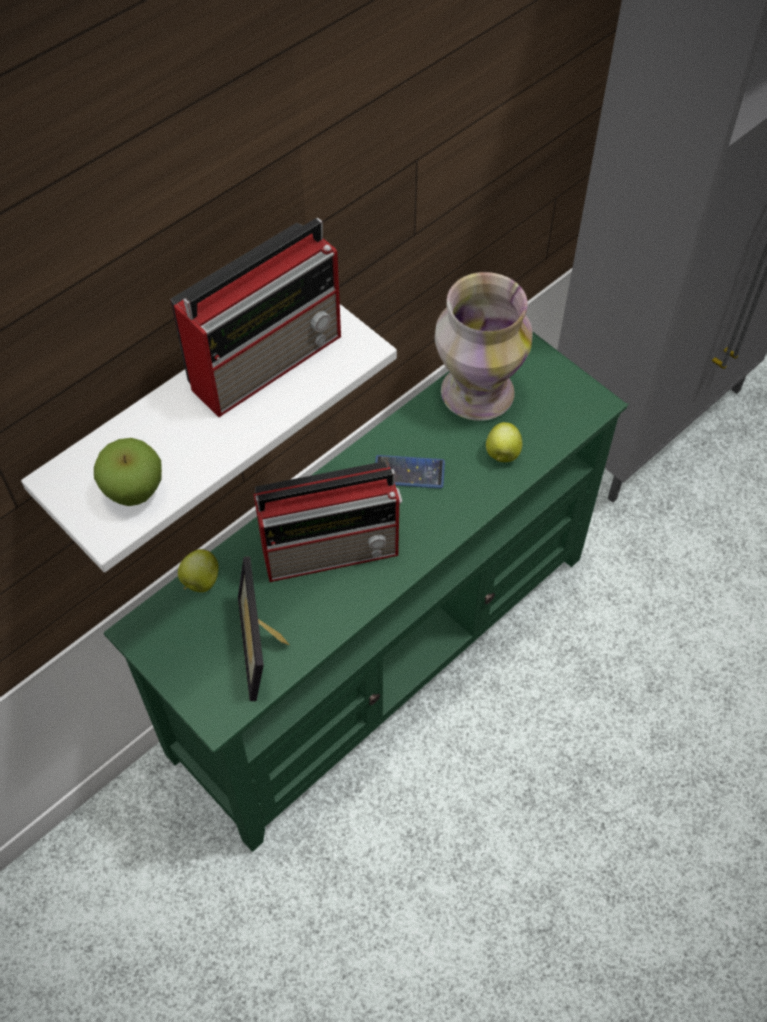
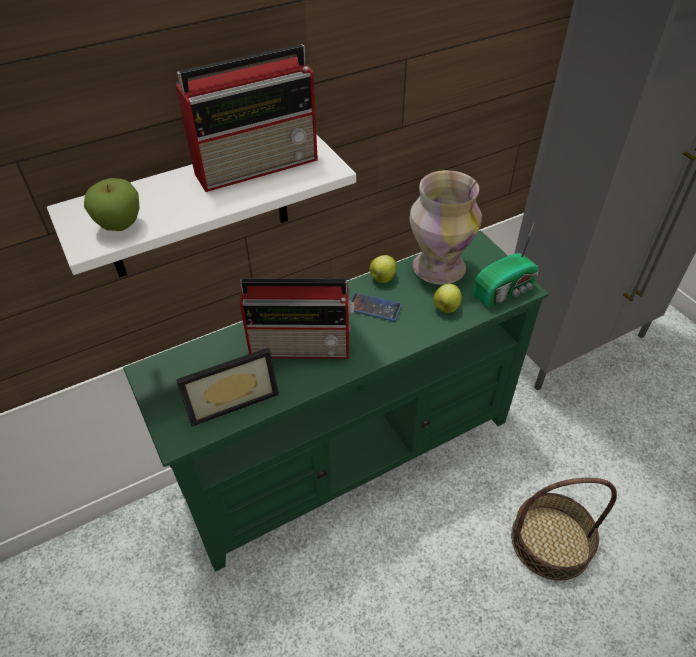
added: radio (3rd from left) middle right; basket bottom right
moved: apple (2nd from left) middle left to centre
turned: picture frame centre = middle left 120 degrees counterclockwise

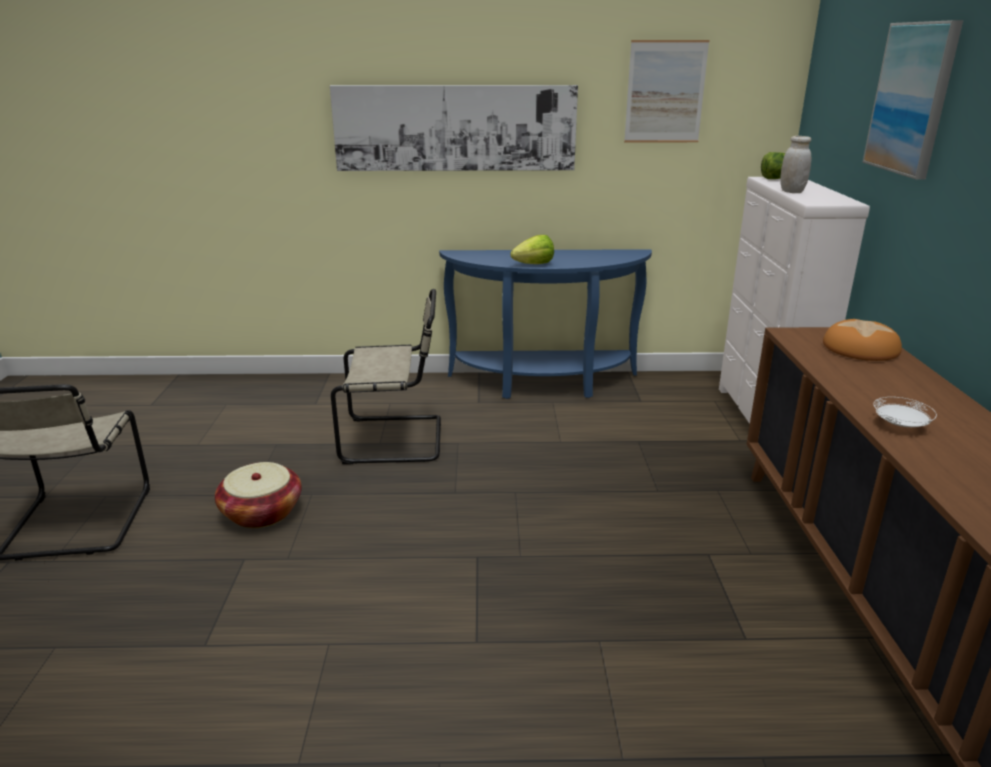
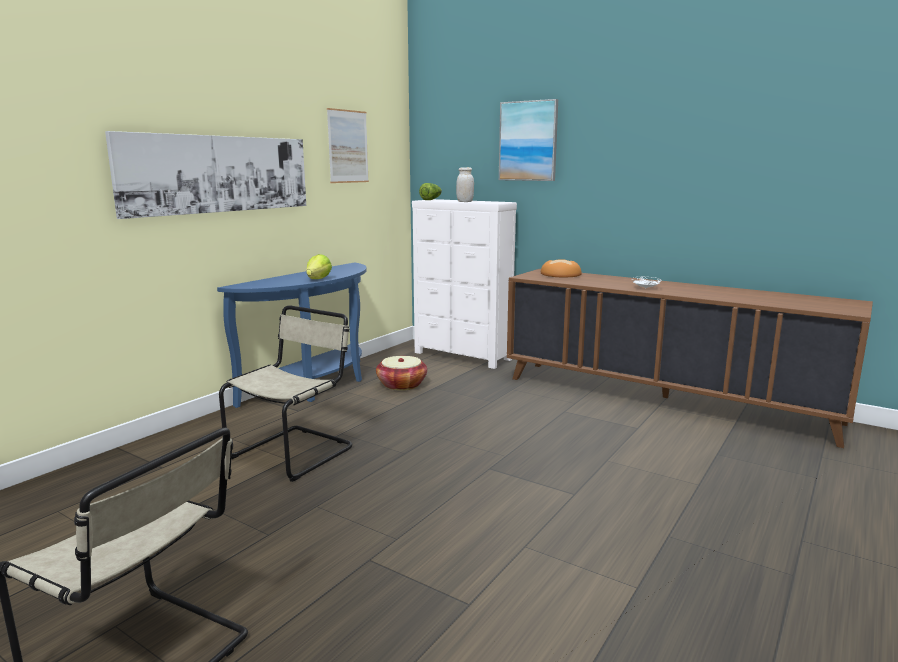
moved: basket middle left to centre

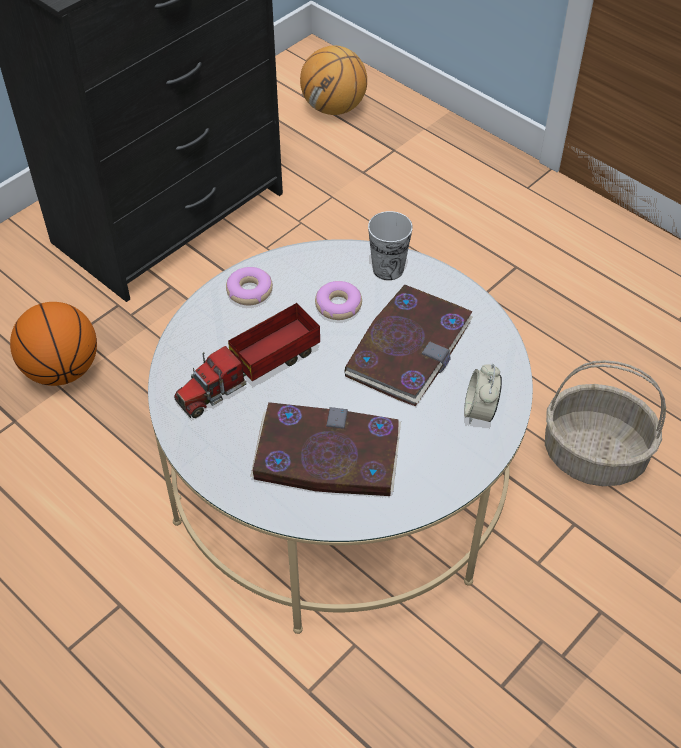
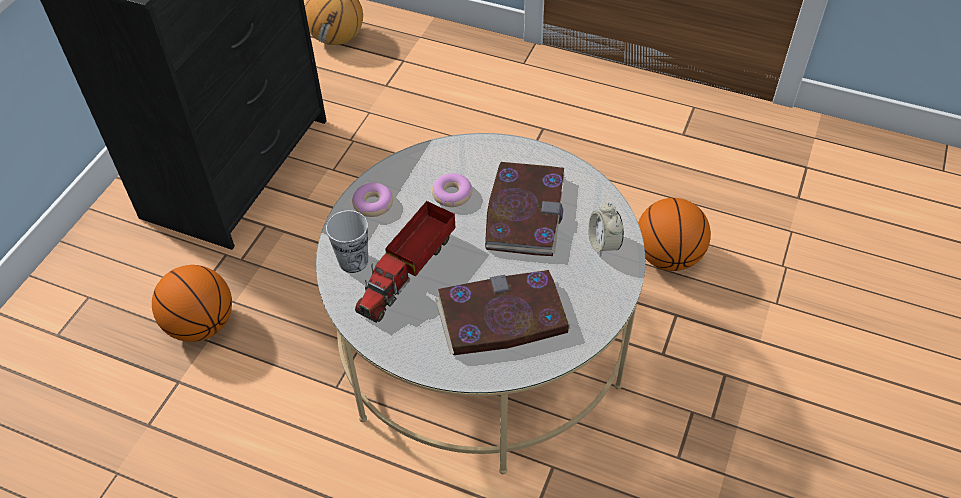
moved: cup top centre to centre
replaced: basket middle right to basketball (3rd from left) middle right

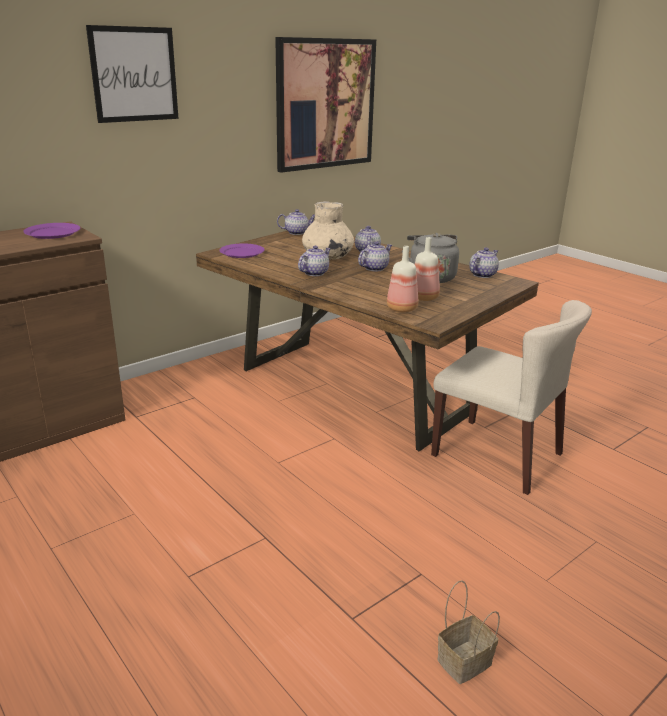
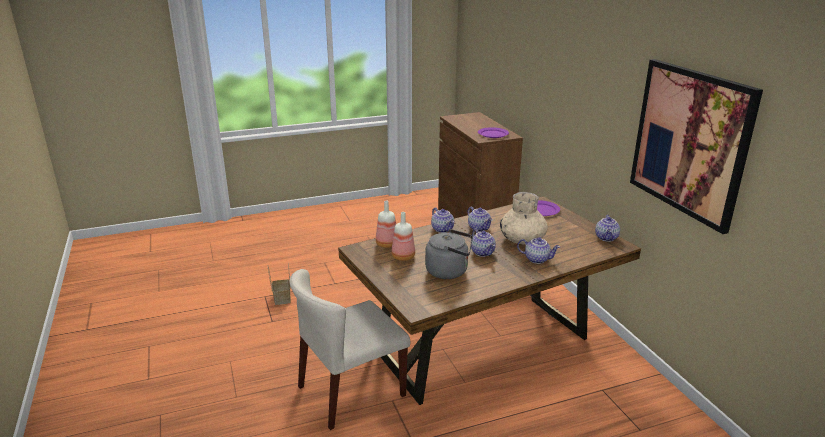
removed: picture (1st from left) top left
moved: teapot (5th from left in the first image) middle right to teapot (1st from left) centre; basket bottom right to centre

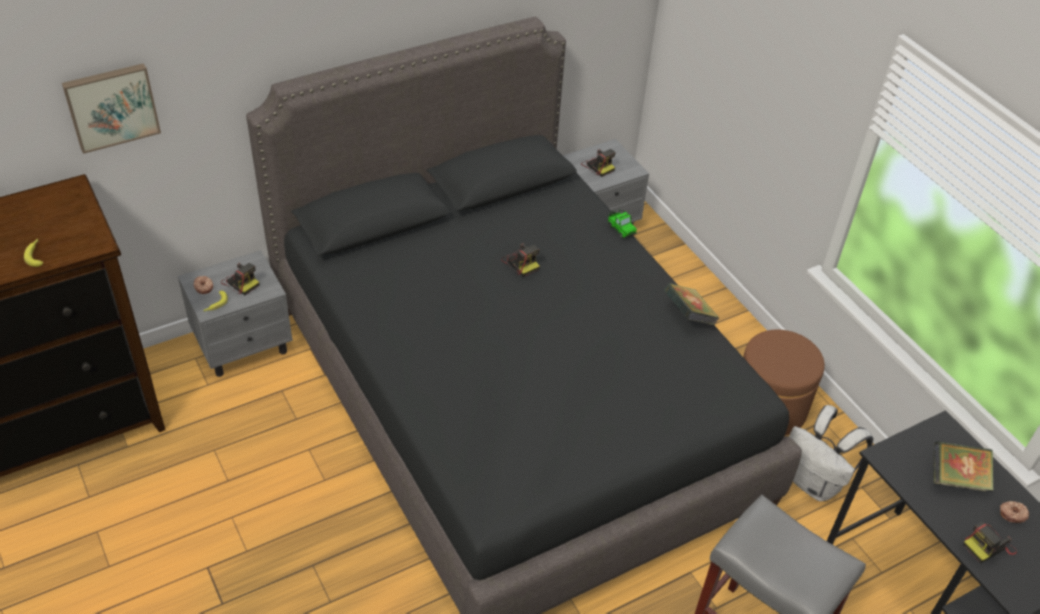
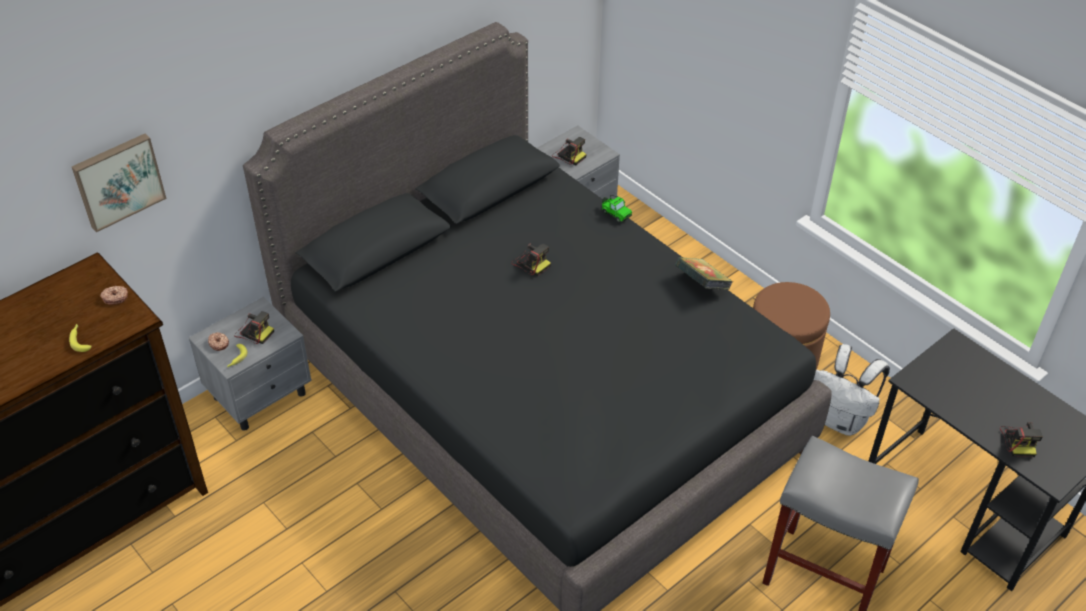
removed: book (2nd from left) bottom right
moved: donut (2nd from left in the first image) bottom right to donut (1st from left) middle left
turned: photo camera (4th from left) bottom right = bottom right 45 degrees counterclockwise

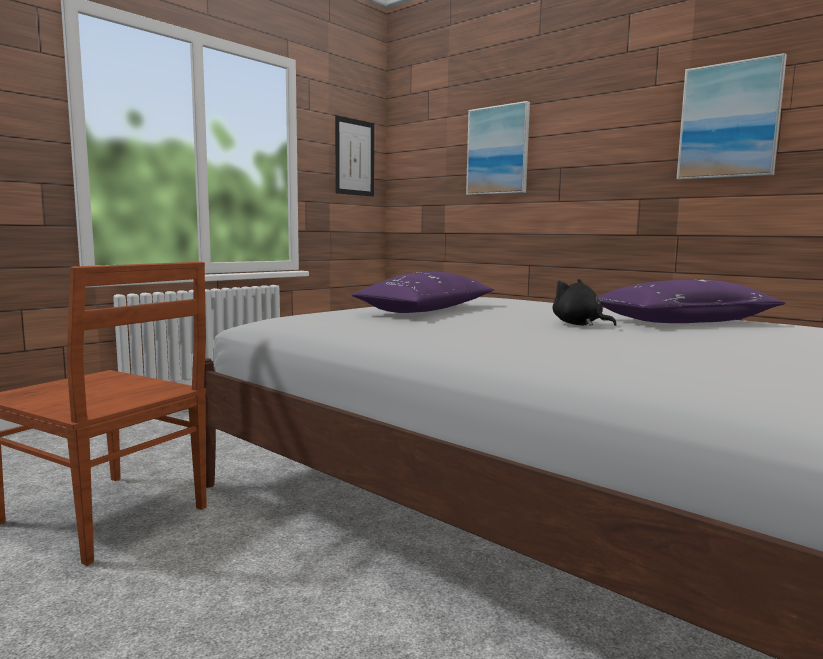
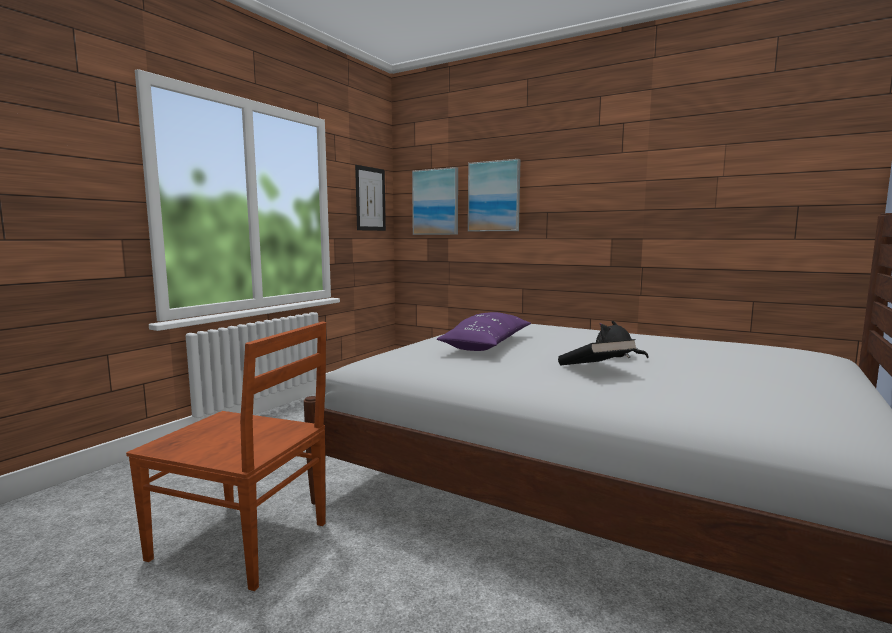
removed: purple pillow (2nd from left) middle right
added: black book middle right
moved: picture (3rd from left in the first image) top right to picture (2nd from left) top centre

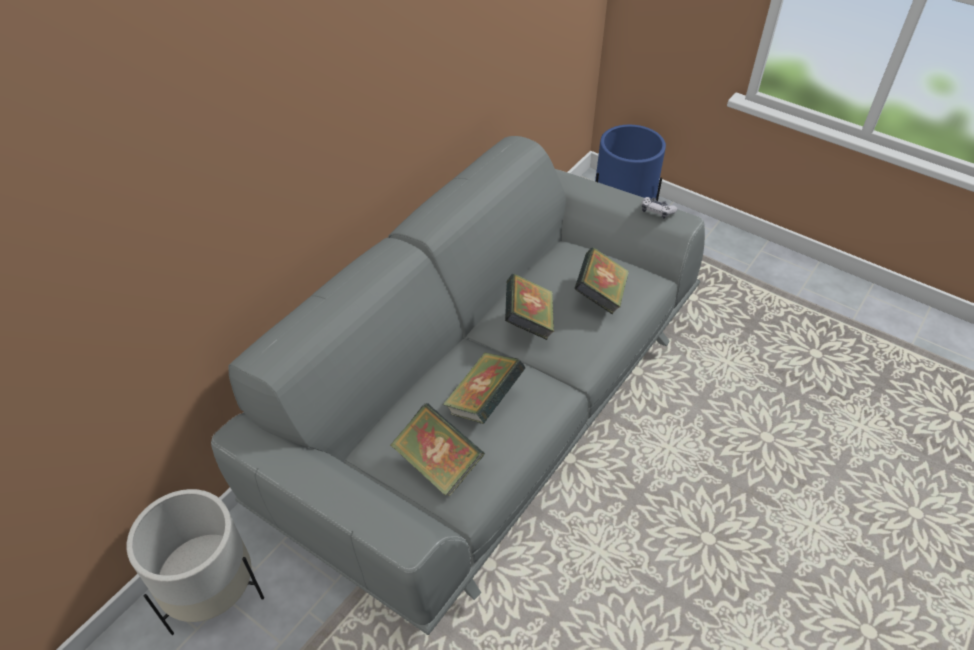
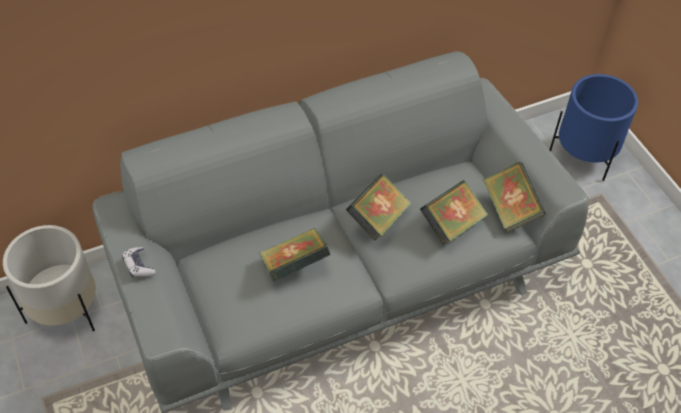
moved: game controller top right to middle left; book (1st from left in the first image) bottom centre to book (4th from left) middle right

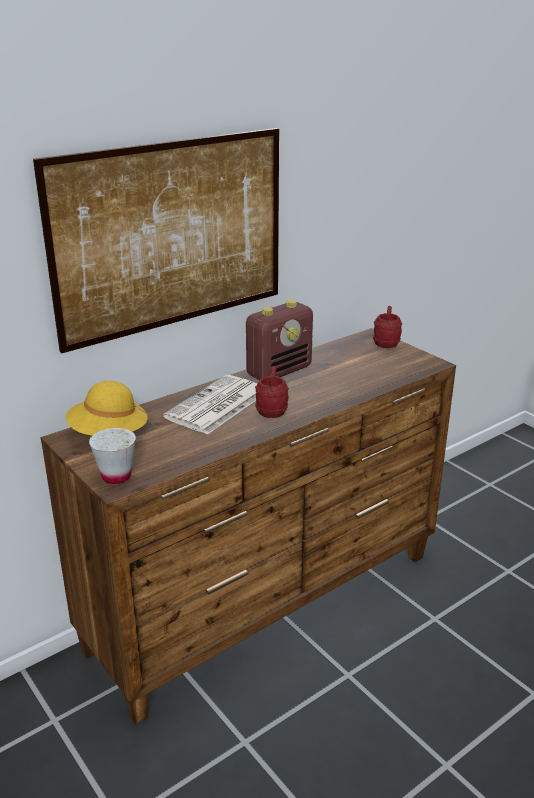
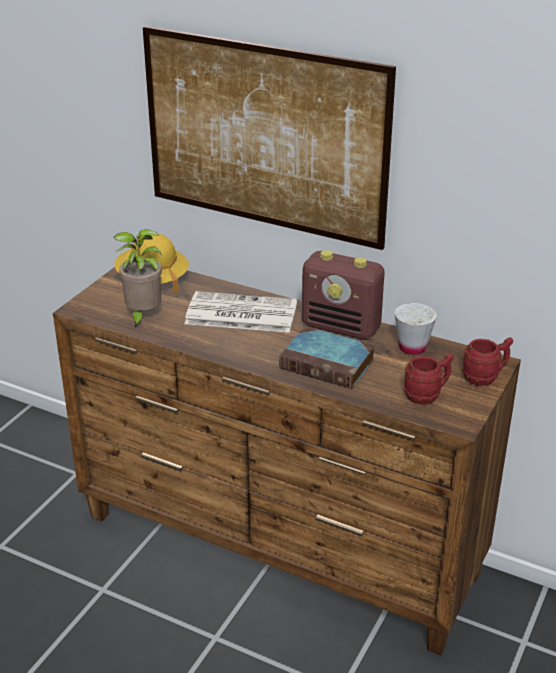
added: potted plant middle left; book centre
moved: red mug (1st from left) centre to middle right; white cup middle left to middle right

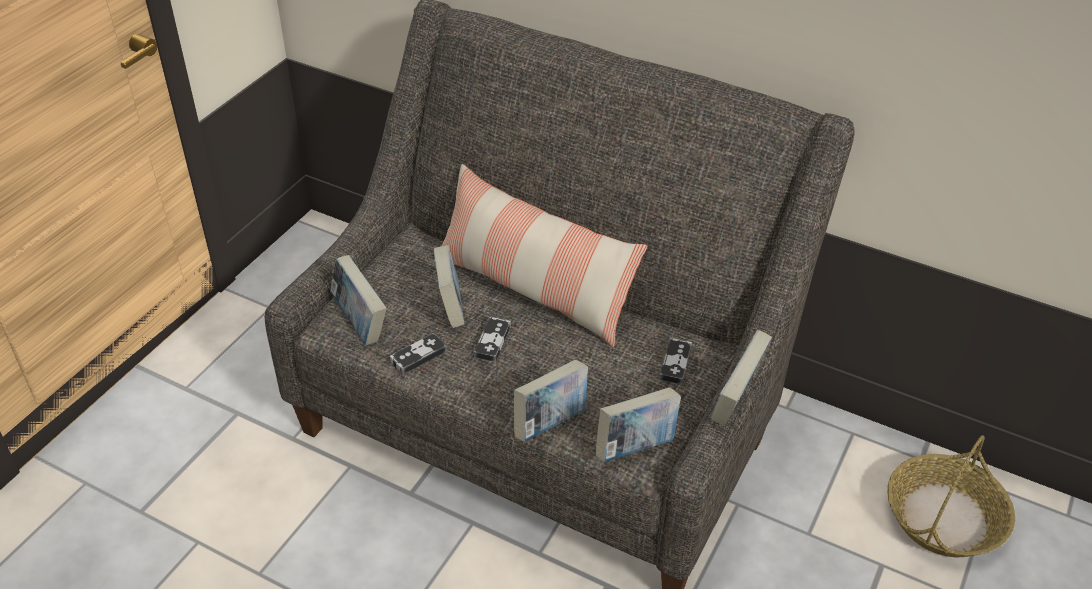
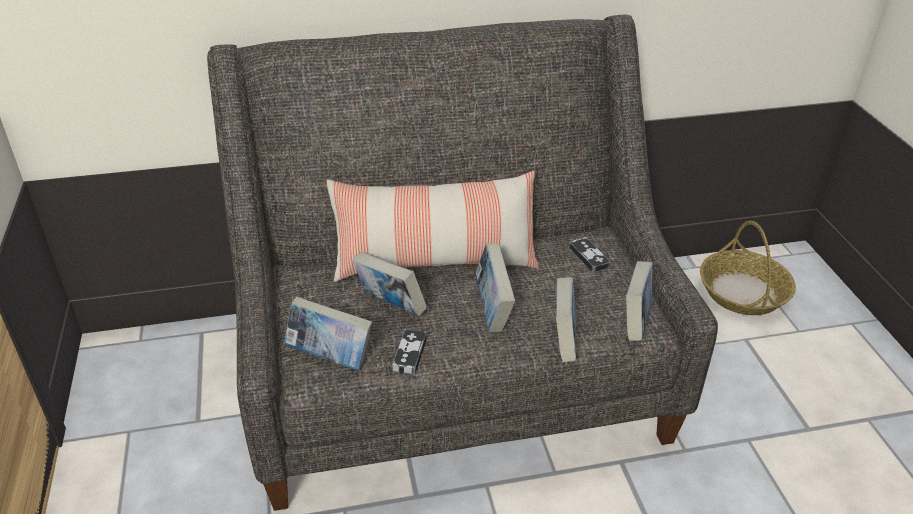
removed: game controller (2nd from left) centre
moved: book (5th from left in the first image) middle right to book (3rd from left) centre

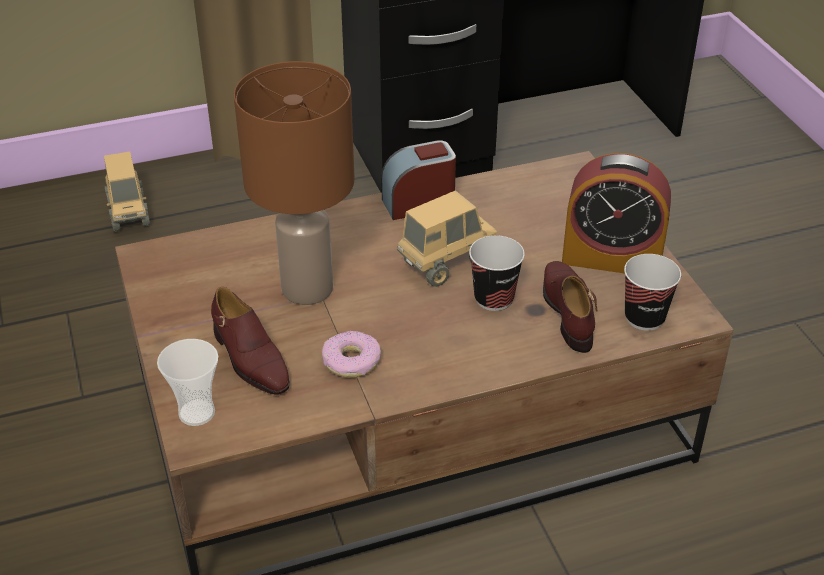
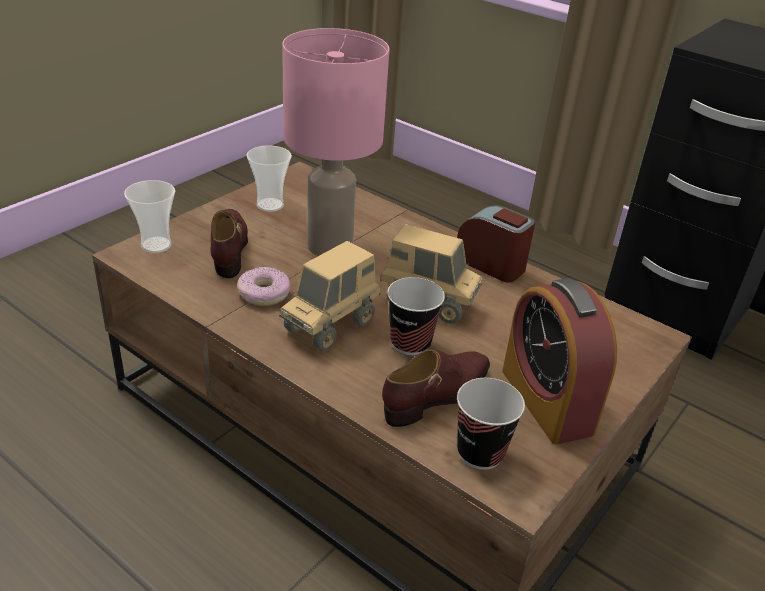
added: cup (2nd from left) top centre
moved: toy truck (1st from left) top left to centre
recoloured: brown table lamp top centre to pink table lamp top centre
turned: brown shoe (1st from left) middle left = middle left 150 degrees clockwise

